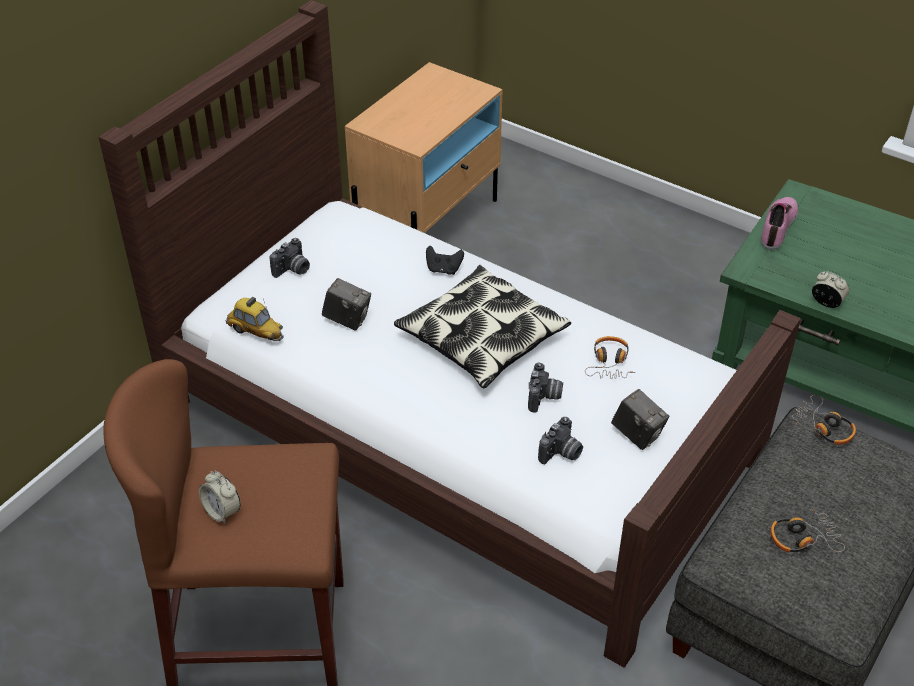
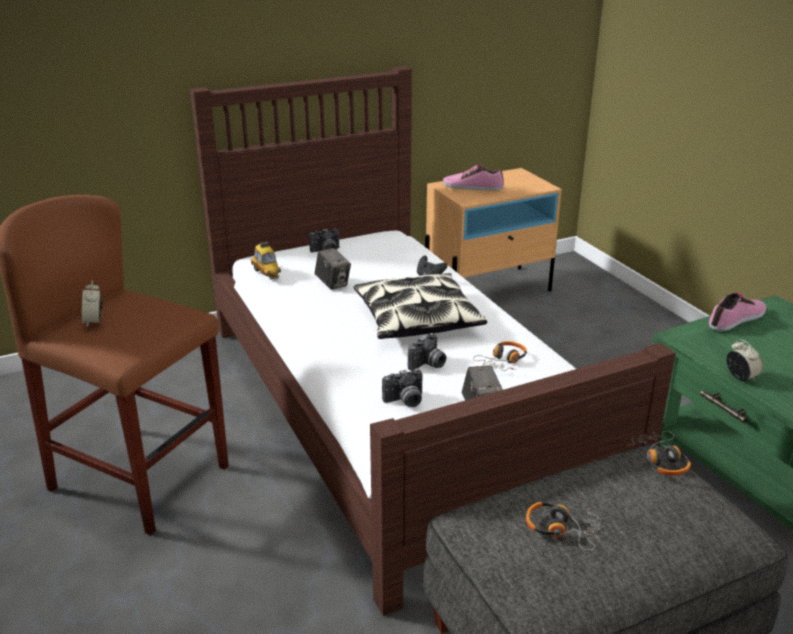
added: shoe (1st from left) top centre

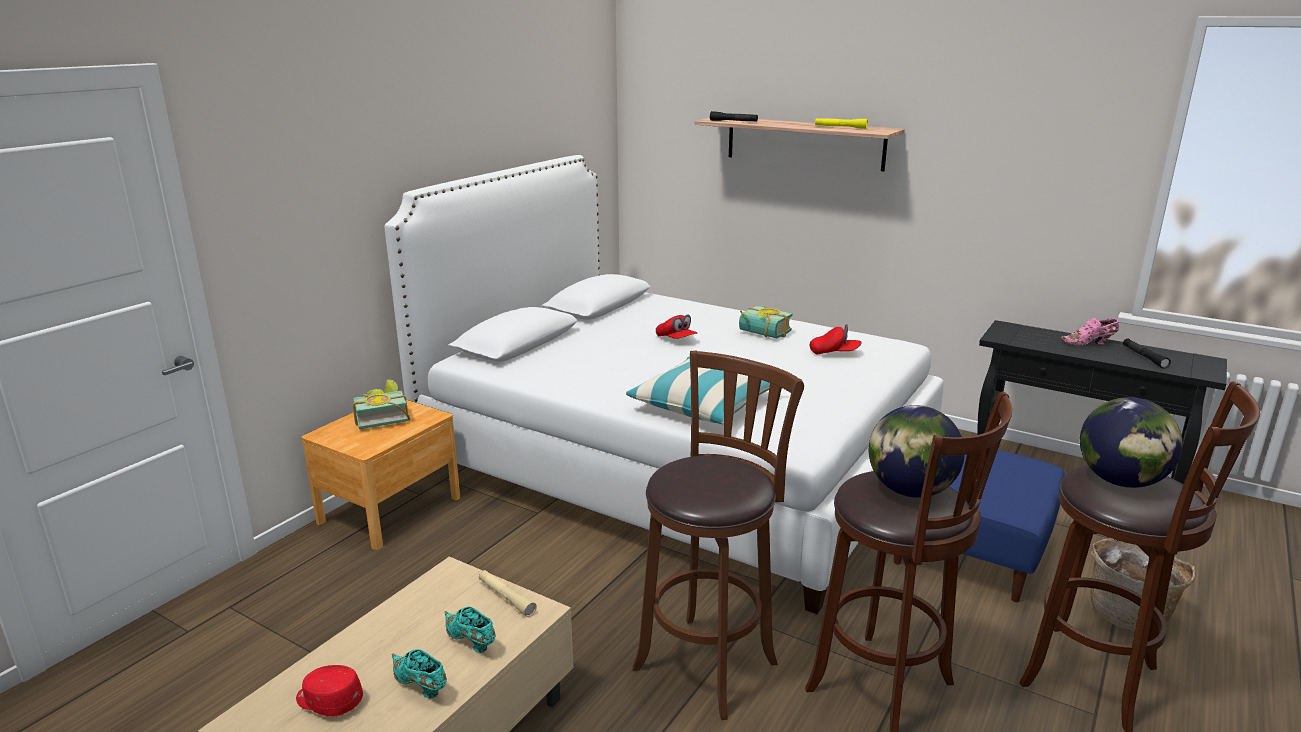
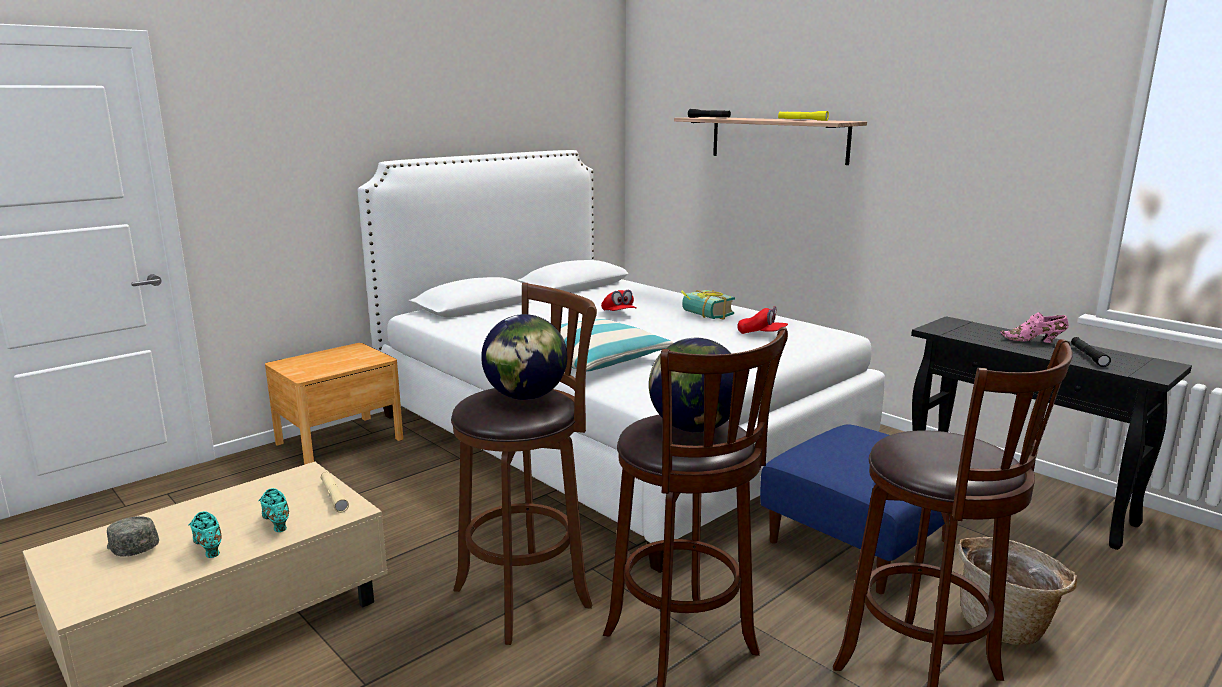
removed: book (1st from left) middle left
moved: globe (2nd from left in the first image) middle right to globe (1st from left) centre
recoloured: red cap (1st from left) bottom left to grey cap bottom left

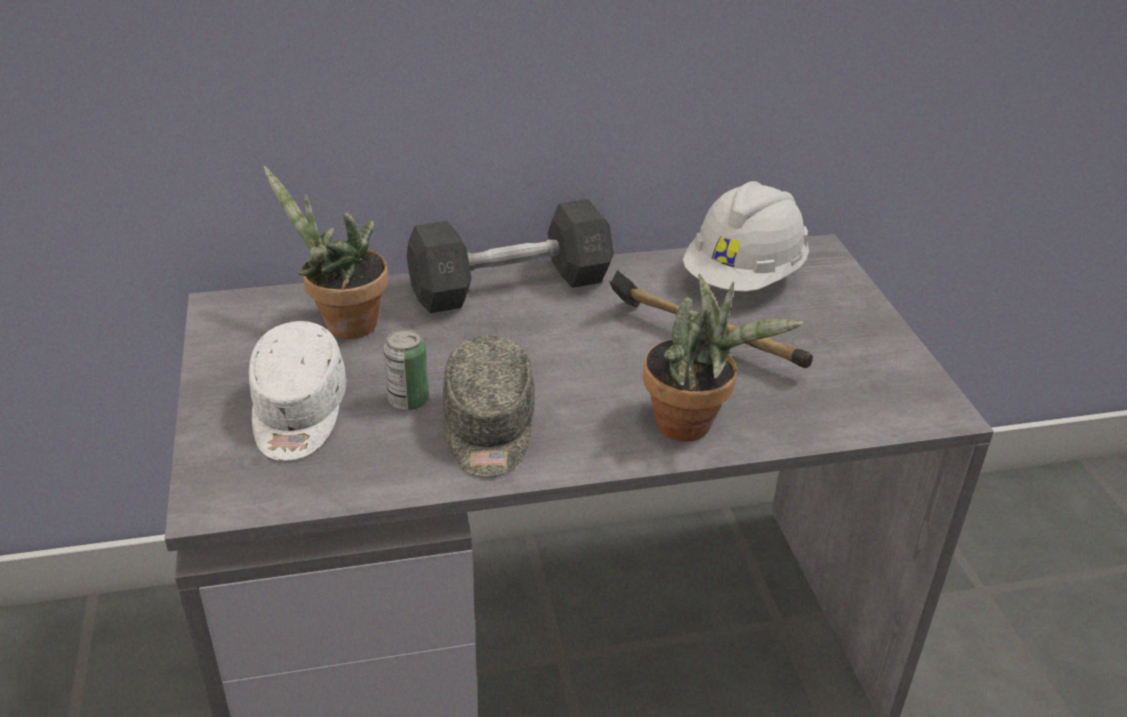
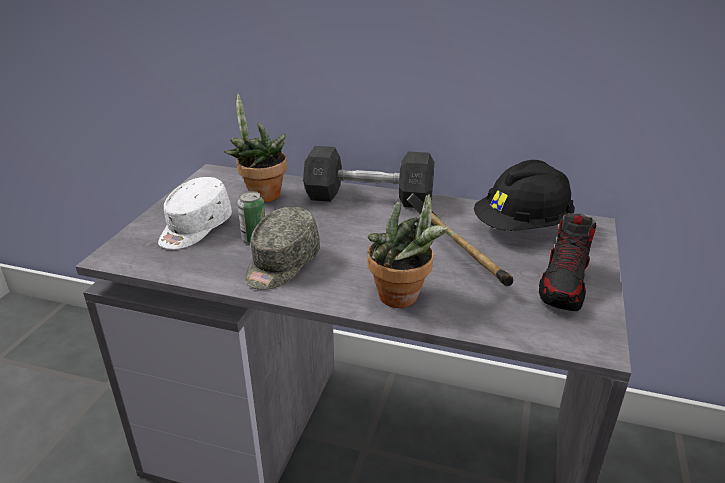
added: shoe middle right
recoloured: white hard hat top centre to black hard hat middle right

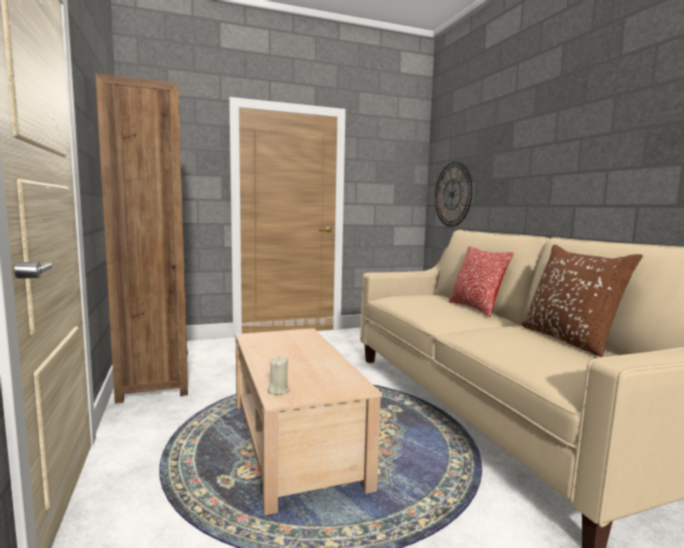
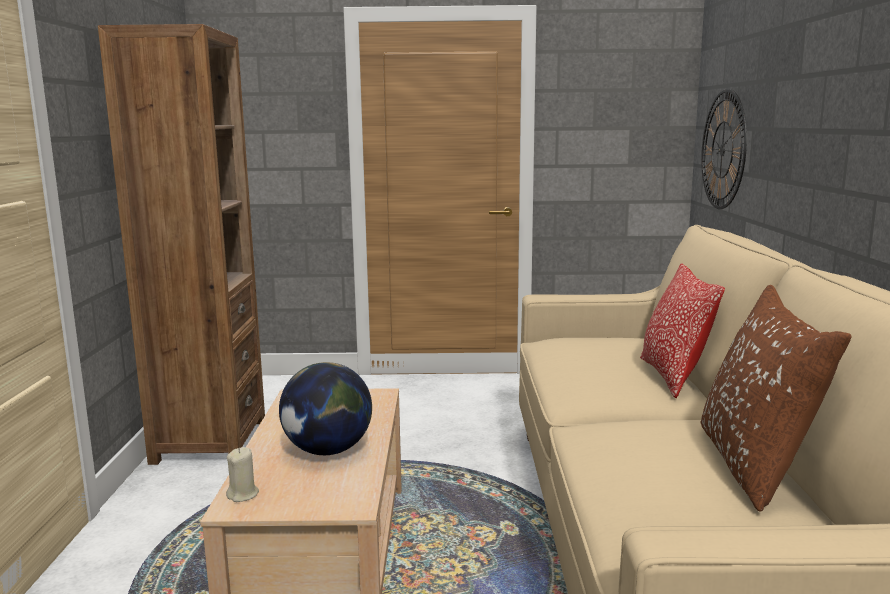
added: globe bottom centre

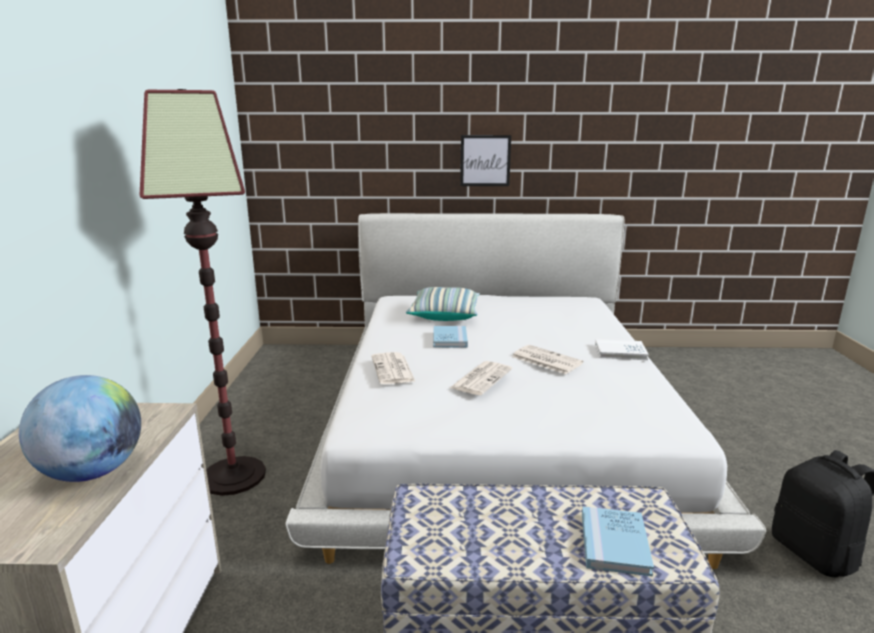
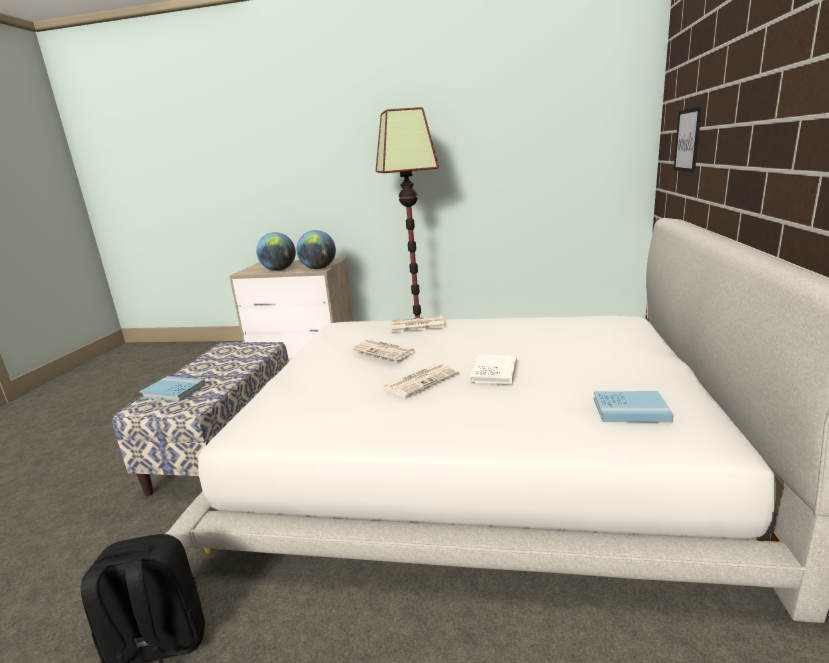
removed: pillow centre
added: globe (2nd from left) centre
moved: picture top centre to top right; blue book (1st from left in the first image) centre to blue book (2nd from left) middle right; white book middle right to centre

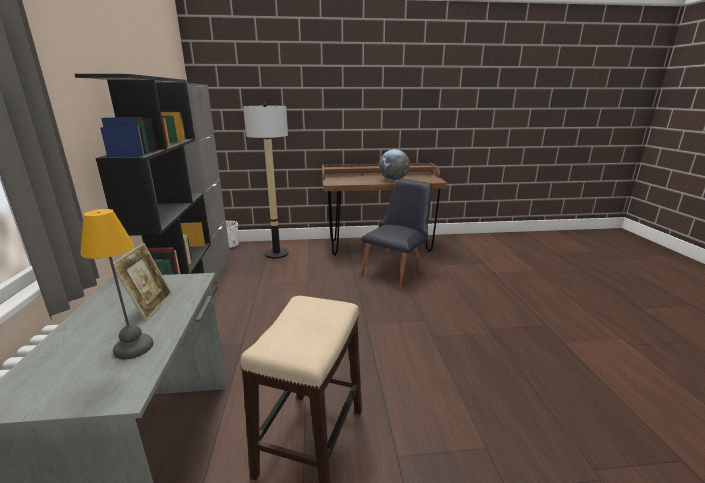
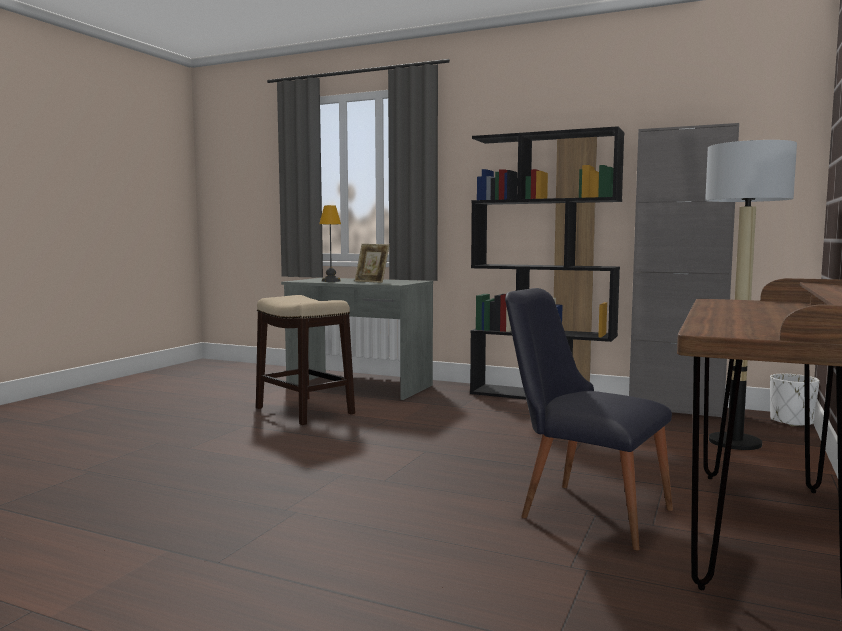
removed: globe centre
turned: black chair centre = middle right 150 degrees clockwise

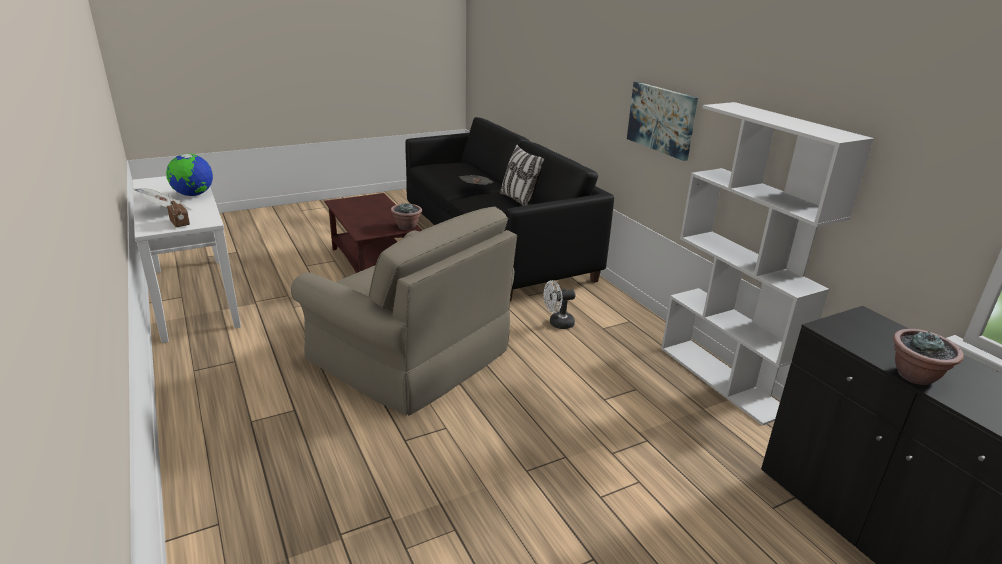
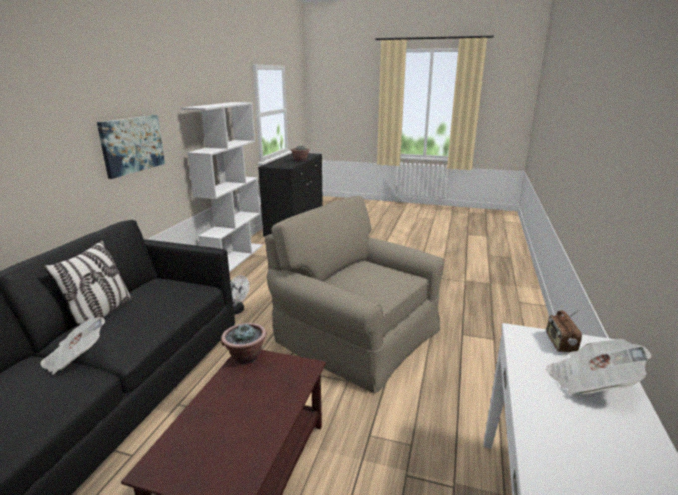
removed: globe top left
turned: beige armchair centre = centre 45 degrees counterclockwise

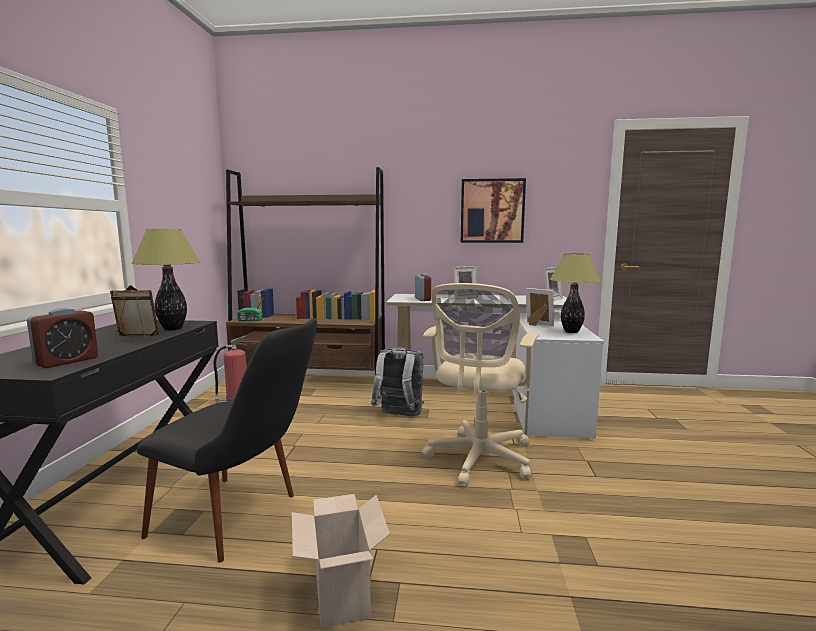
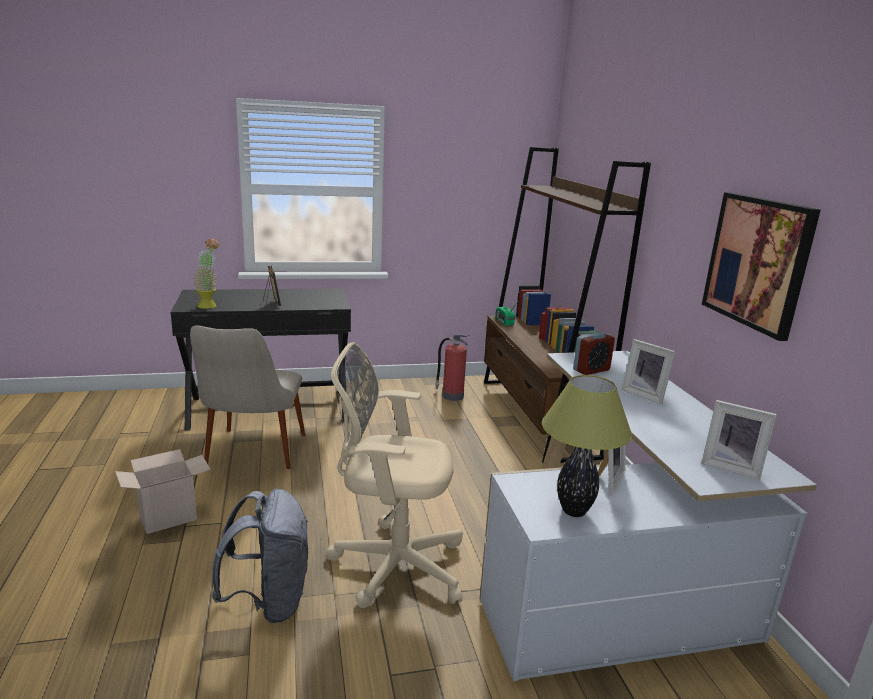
removed: table lamp (1st from left) middle left
moved: grey backpack centre to bottom left
replaced: alarm clock (1st from left) middle left to potted plant middle left
recoloured: black chair bottom left to beige chair middle left

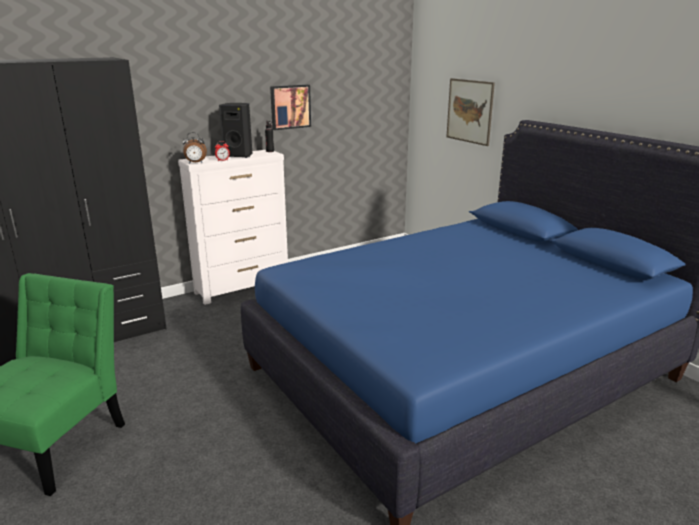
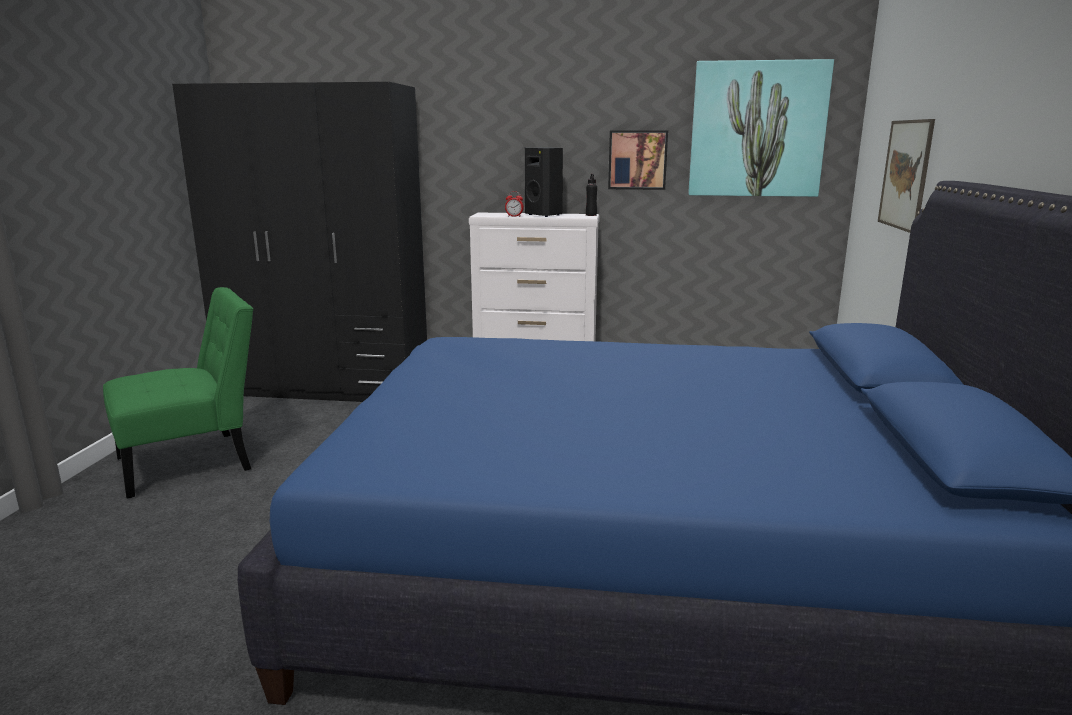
removed: alarm clock (1st from left) top left
added: picture (2nd from left) top right

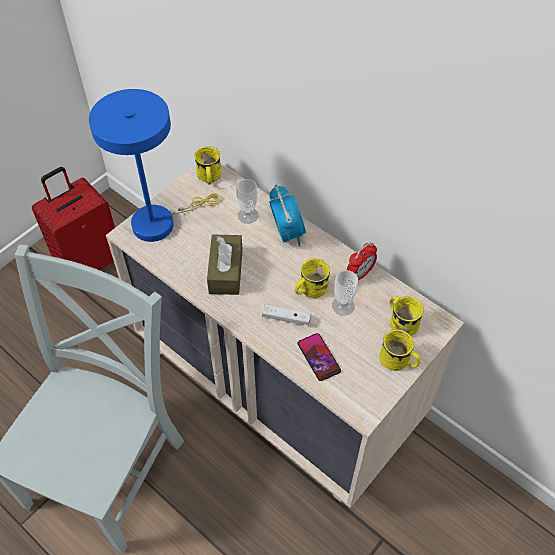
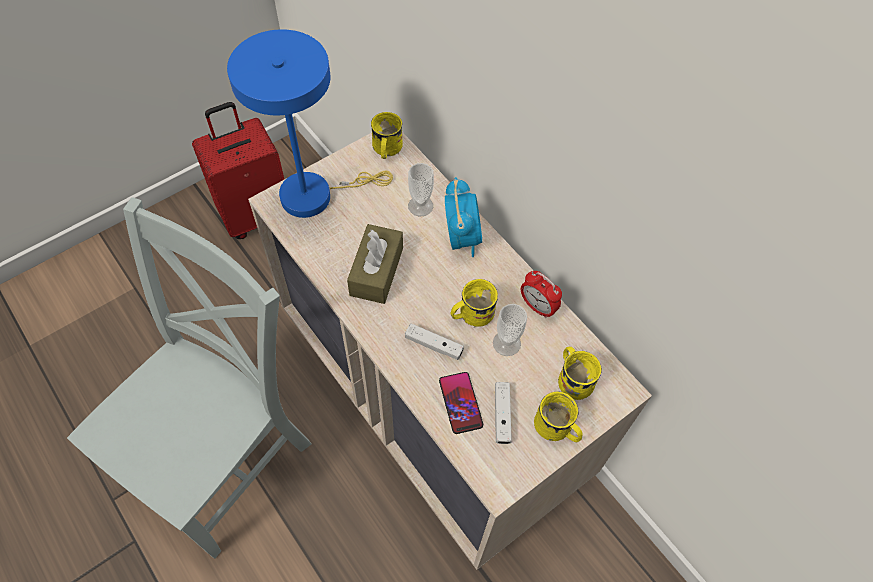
added: white game controller (2nd from left) bottom centre
turned: alarm clock (2nd from left) centre = centre 75 degrees clockwise

